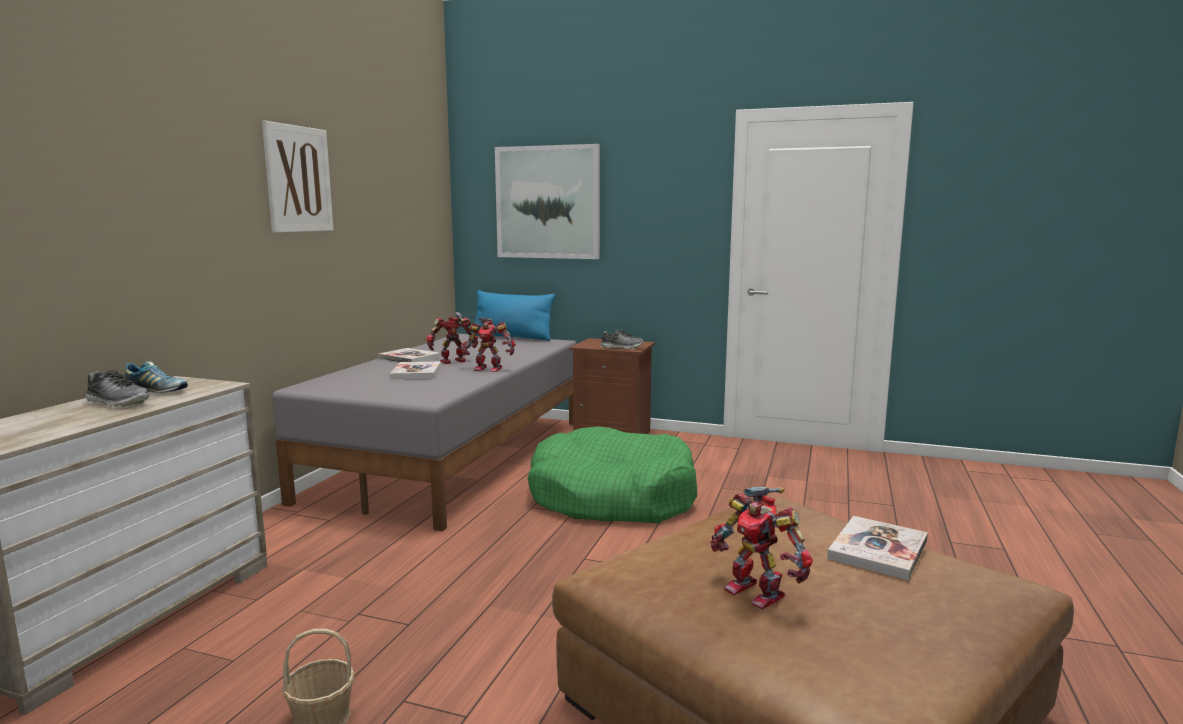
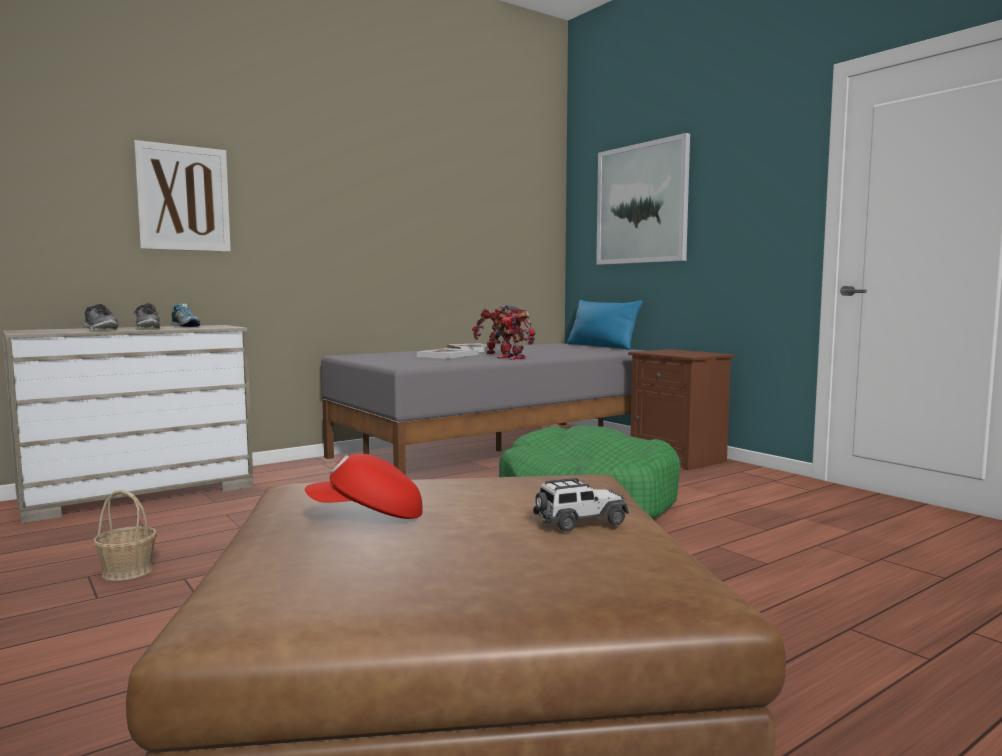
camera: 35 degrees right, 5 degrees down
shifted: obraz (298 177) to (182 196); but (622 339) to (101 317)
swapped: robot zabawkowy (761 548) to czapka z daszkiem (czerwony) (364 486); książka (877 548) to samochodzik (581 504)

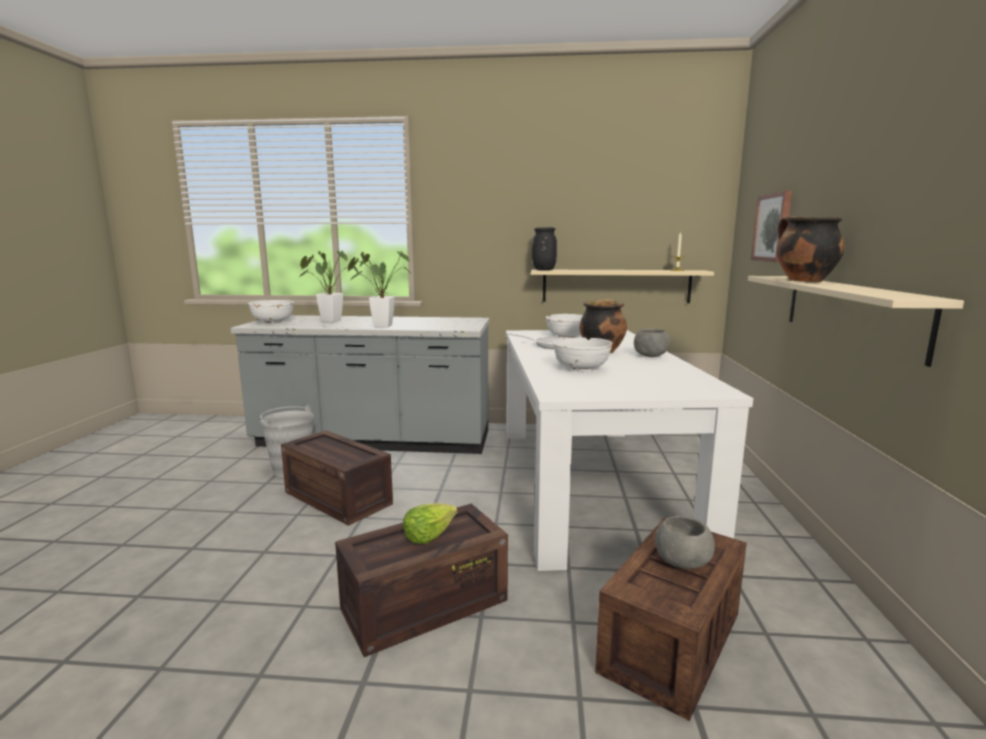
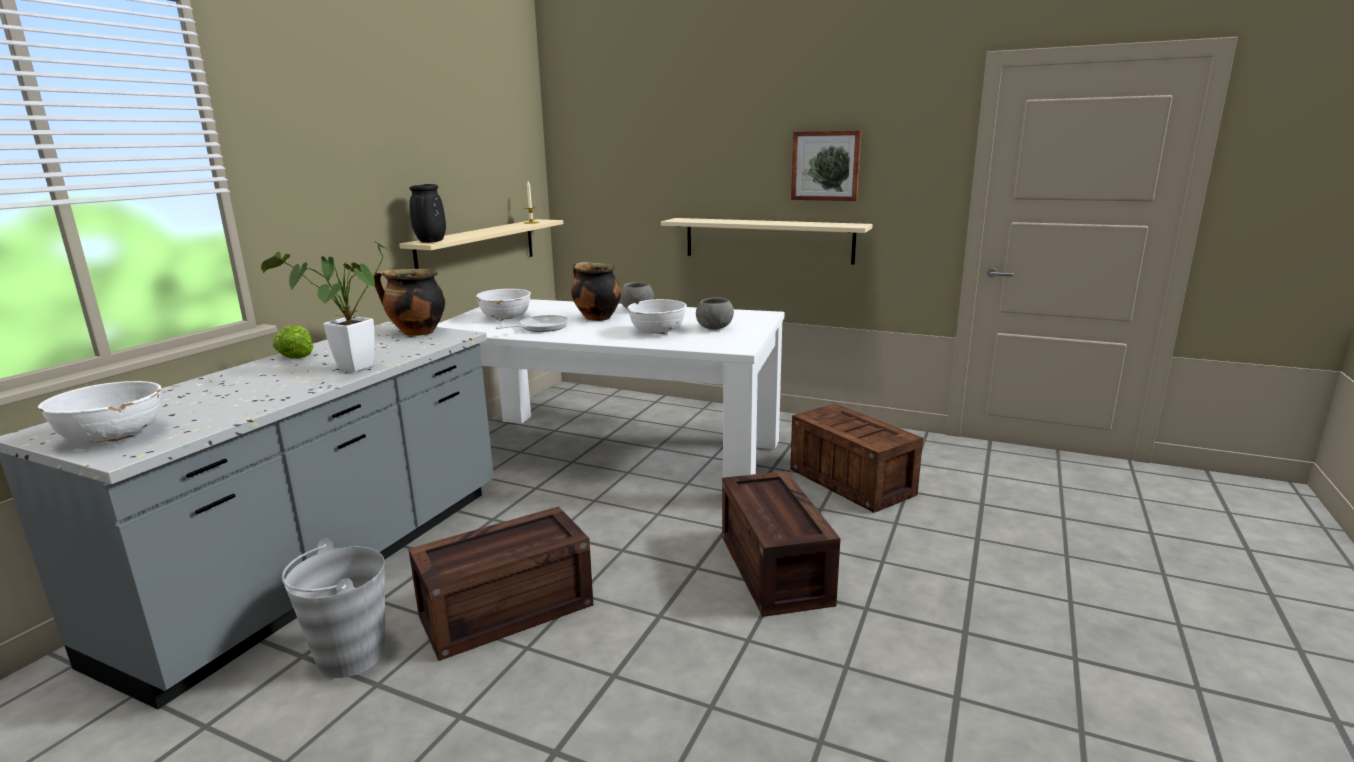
camera: 70 degrees left, 5 degrees up
gone: roślina doniczkowa (328 286)
shifted: sałata (430 523) to (293 342); miska (szary) (685 542) to (715 314); obraz (772 226) to (826 165); garnek (810 249) to (409 302)

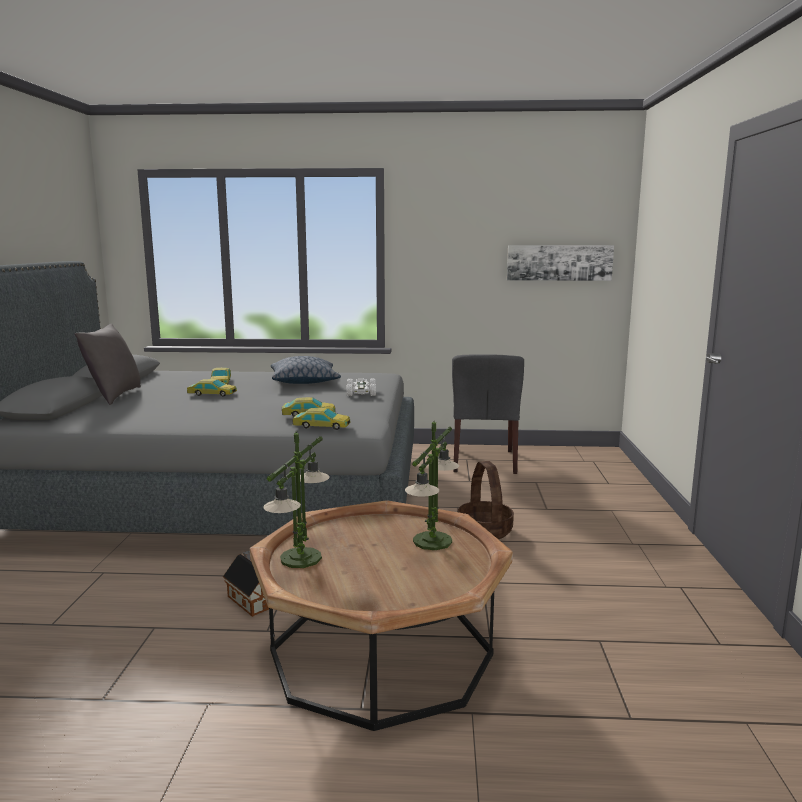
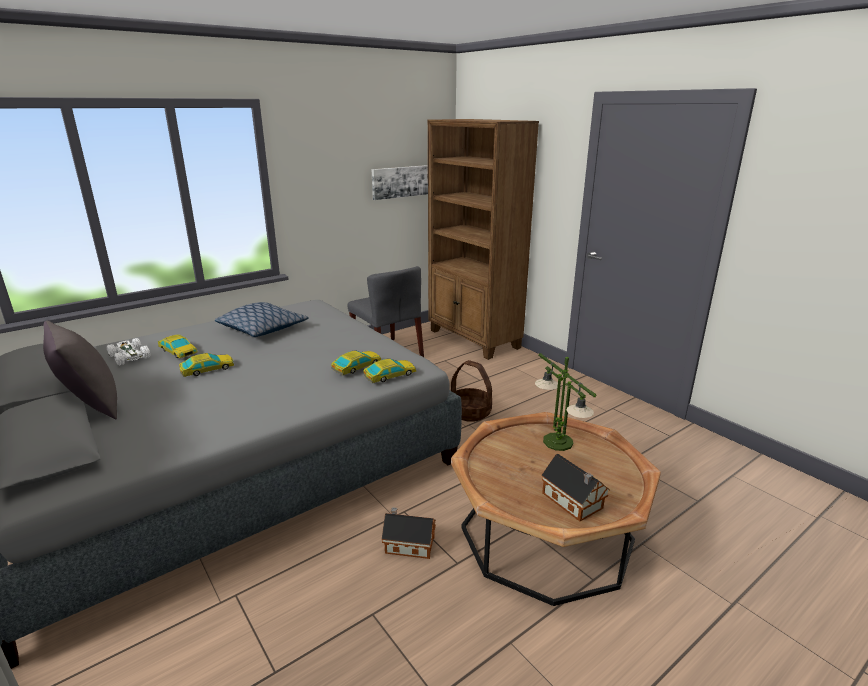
camera: 40 degrees left, 10 degrees up
gone: lampa stołowa (297 500)
new: regał (brązowy) (483 239); domek (575 487)
shifted: samochodzik (biały) (361 387) to (129 351)

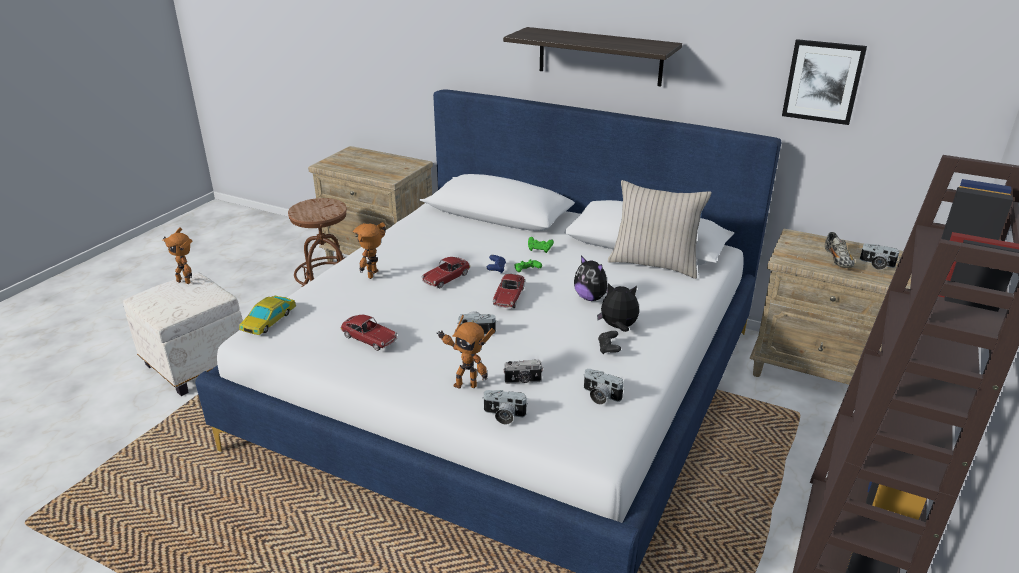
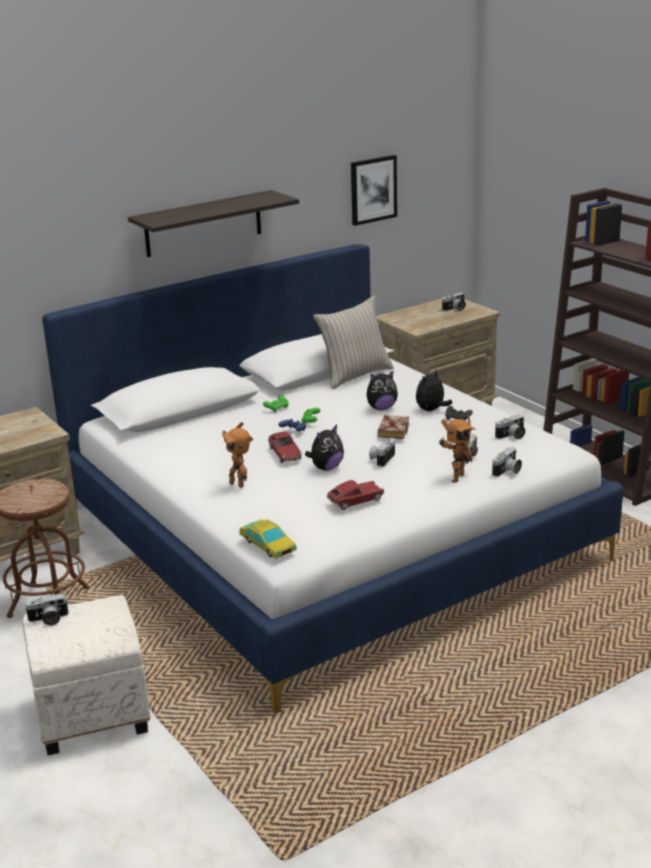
camera: 60 degrees left, 5 degrees down
gone: samochodzik (509 291); but (840 250)
new: pluszak (324 448); książka (393 427)
swapped: robot zabawkowy (178 255) to aparat fotograficzny (47 609)

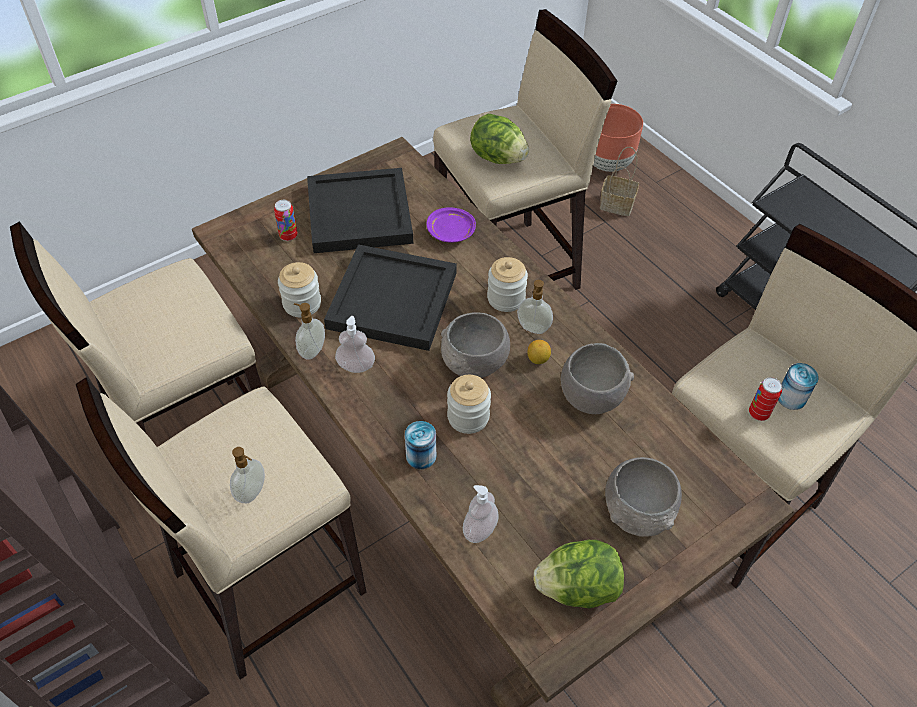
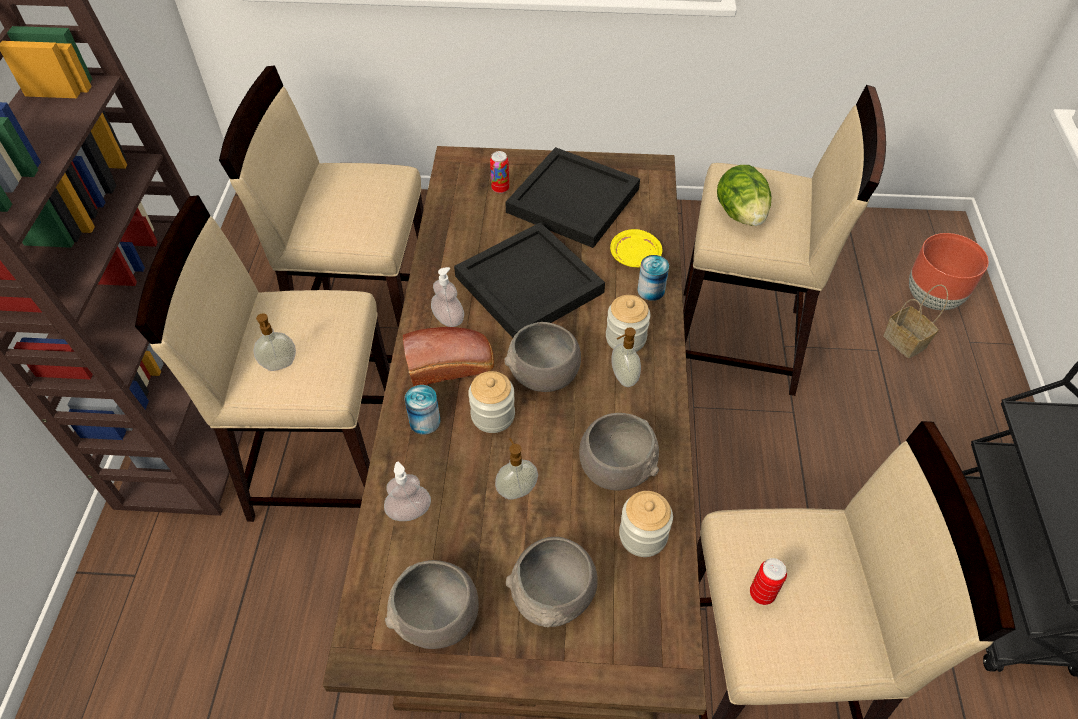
camera: 40 degrees right, 0 degrees up
gone: cytryna (539 352)
new: chleb (448 356)
shifted: słoik (299 289) to (646 524); dozownik mydła (309 331) to (516 469); puszka (798 386) to (653 278)
swapped: sałata (579 574) to miska (szary) (432 604)
repainted: talerz (fioletowy) (451 224) to talerz (żółty) (636 248)

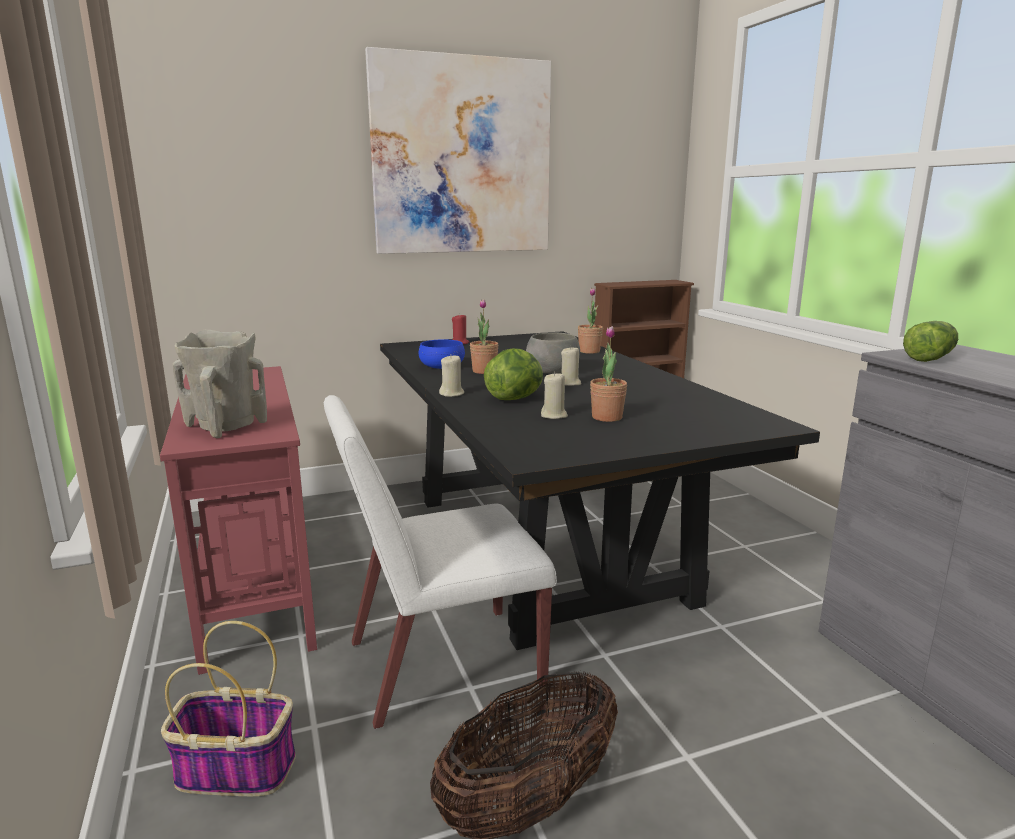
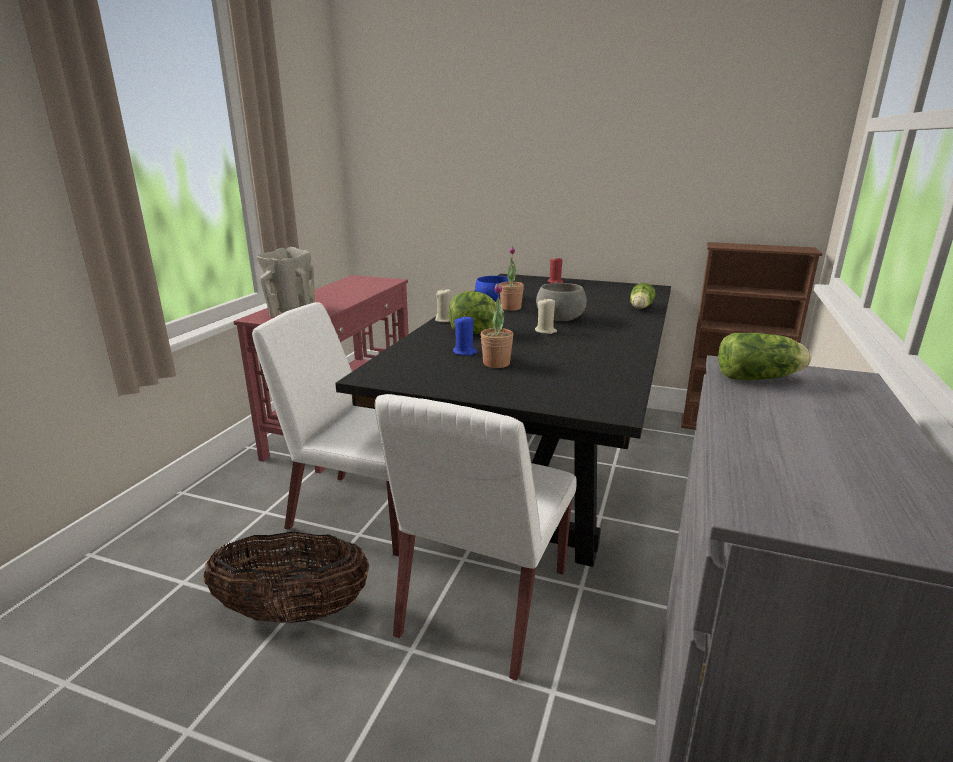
camera: 40 degrees right, 5 degrees up
gone: koszyk (228 708); obraz (458 150)
new: krzesło (biały) (475 537)
swapped: roślina doniczkowa (590 321) to sałata (642 296)
repainted: świeca (beżowy) (554 395) to świeca (niebieski) (465 335)

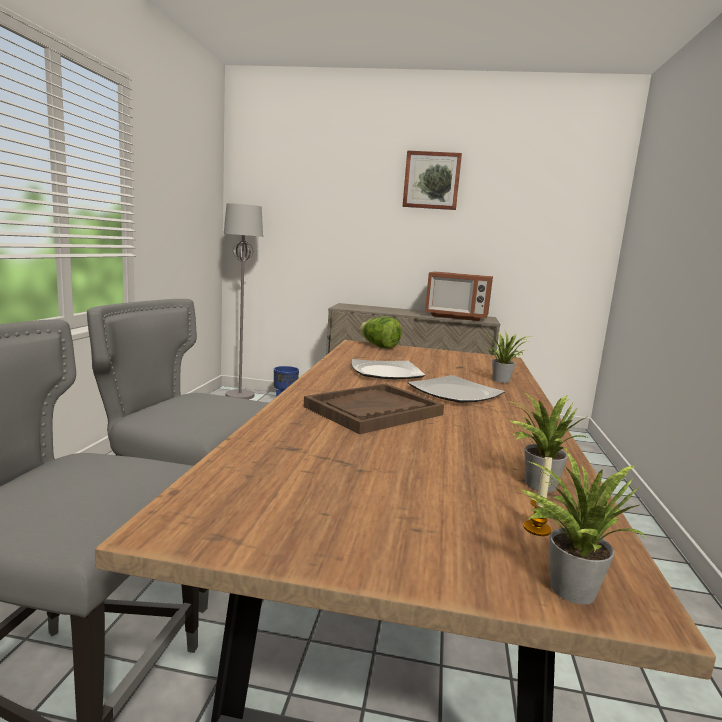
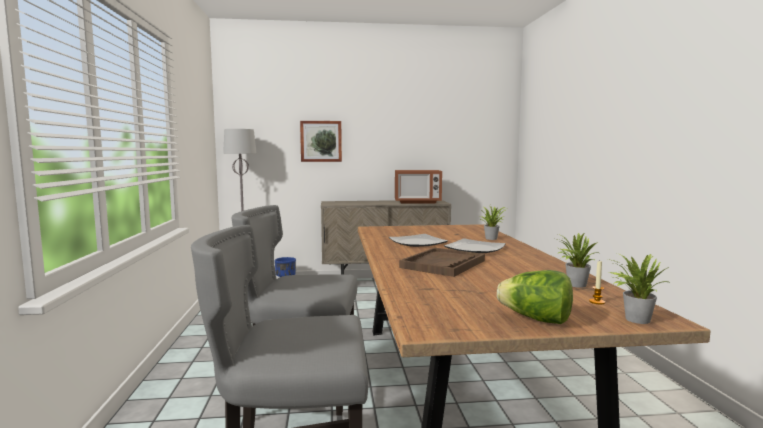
camera: 15 degrees left, 5 degrees down
shifted: sałata (380 333) to (535 297); obraz (432 180) to (321 141)

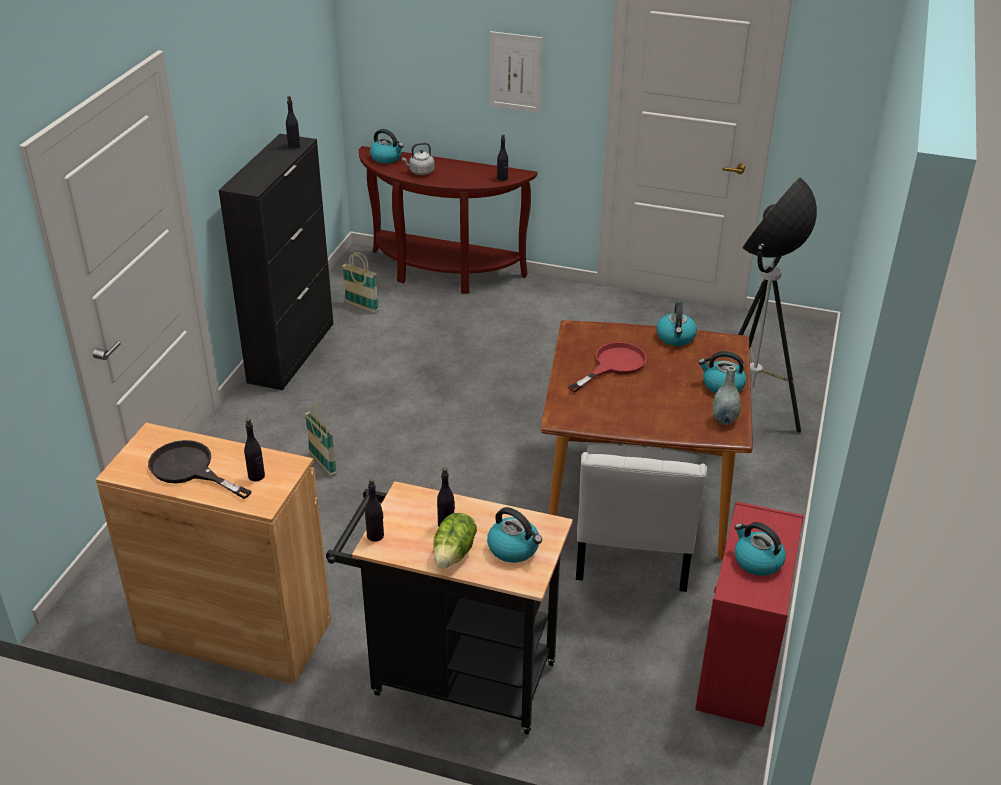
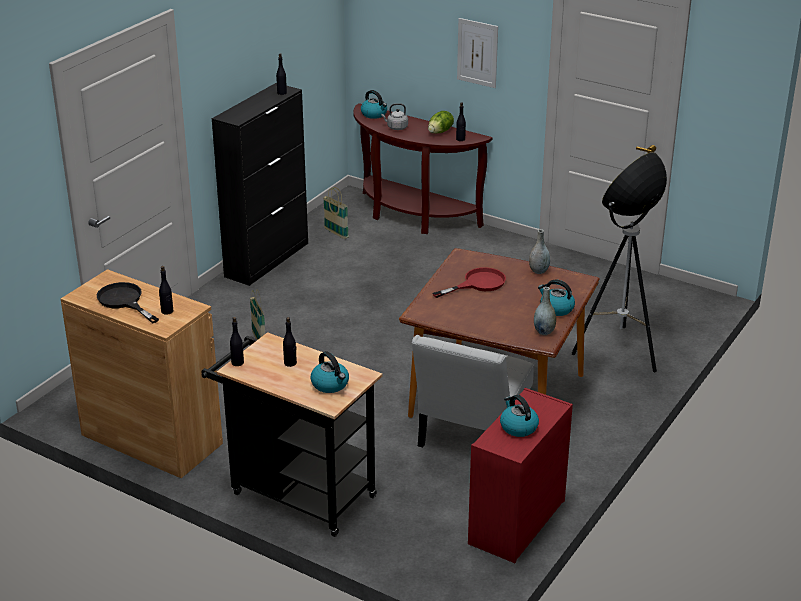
camera: 15 degrees right, 5 degrees down
shifted: sałata (455 540) to (441 122)
swapped: czajnik (676 324) to wazon (szary) (539 251)

